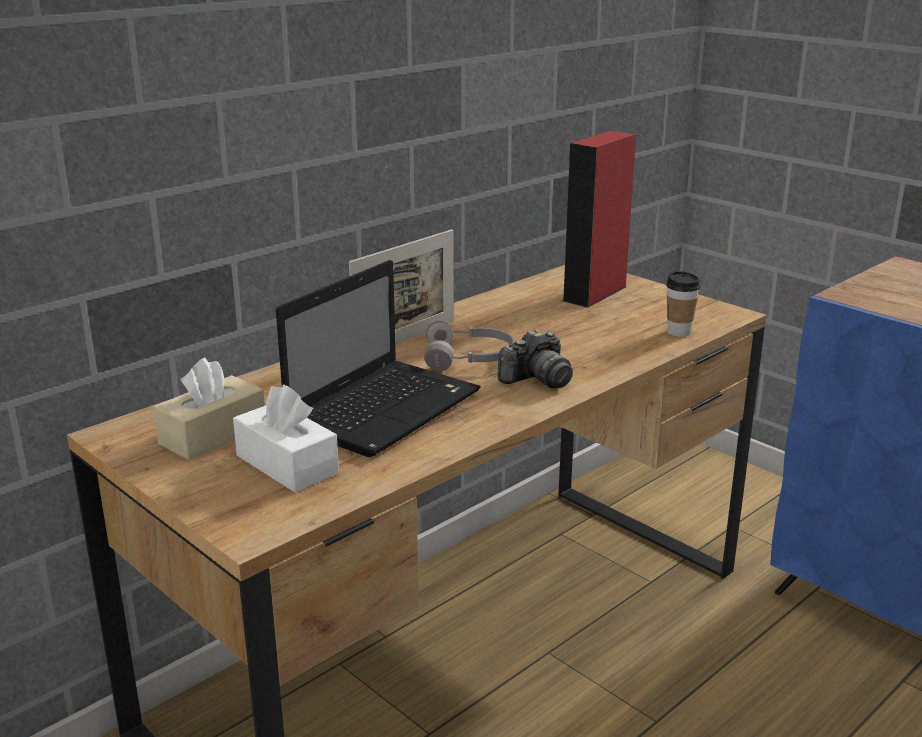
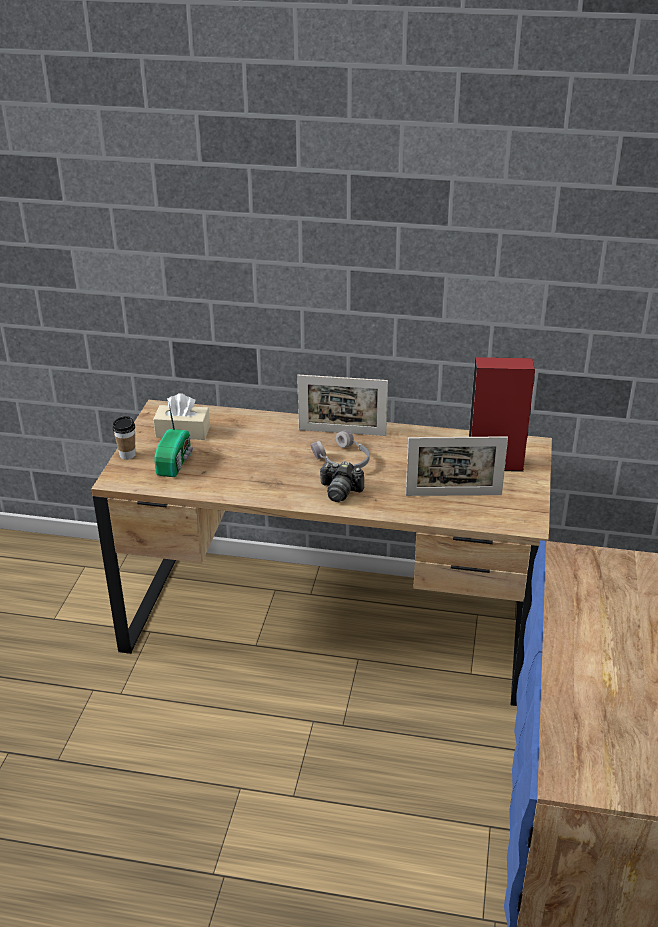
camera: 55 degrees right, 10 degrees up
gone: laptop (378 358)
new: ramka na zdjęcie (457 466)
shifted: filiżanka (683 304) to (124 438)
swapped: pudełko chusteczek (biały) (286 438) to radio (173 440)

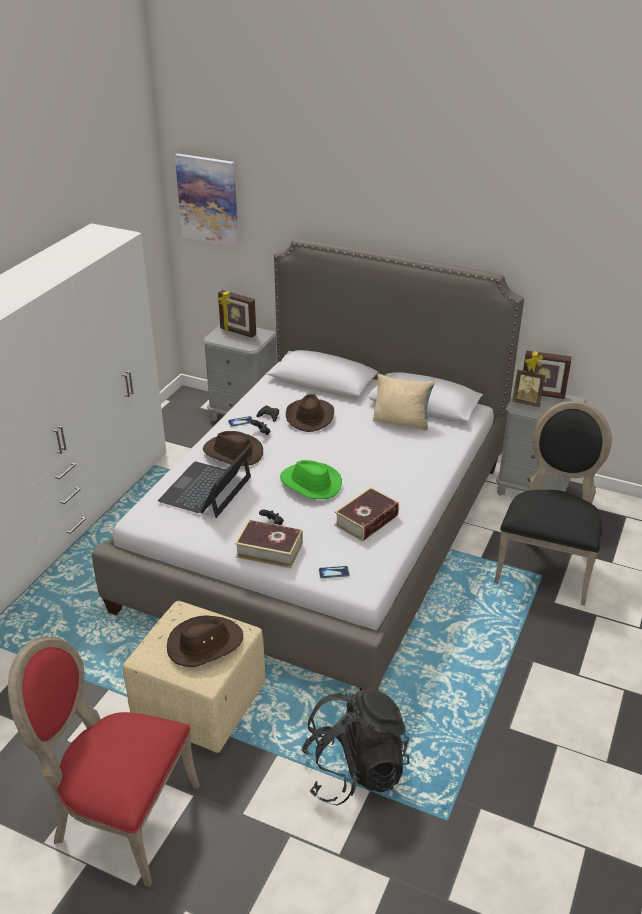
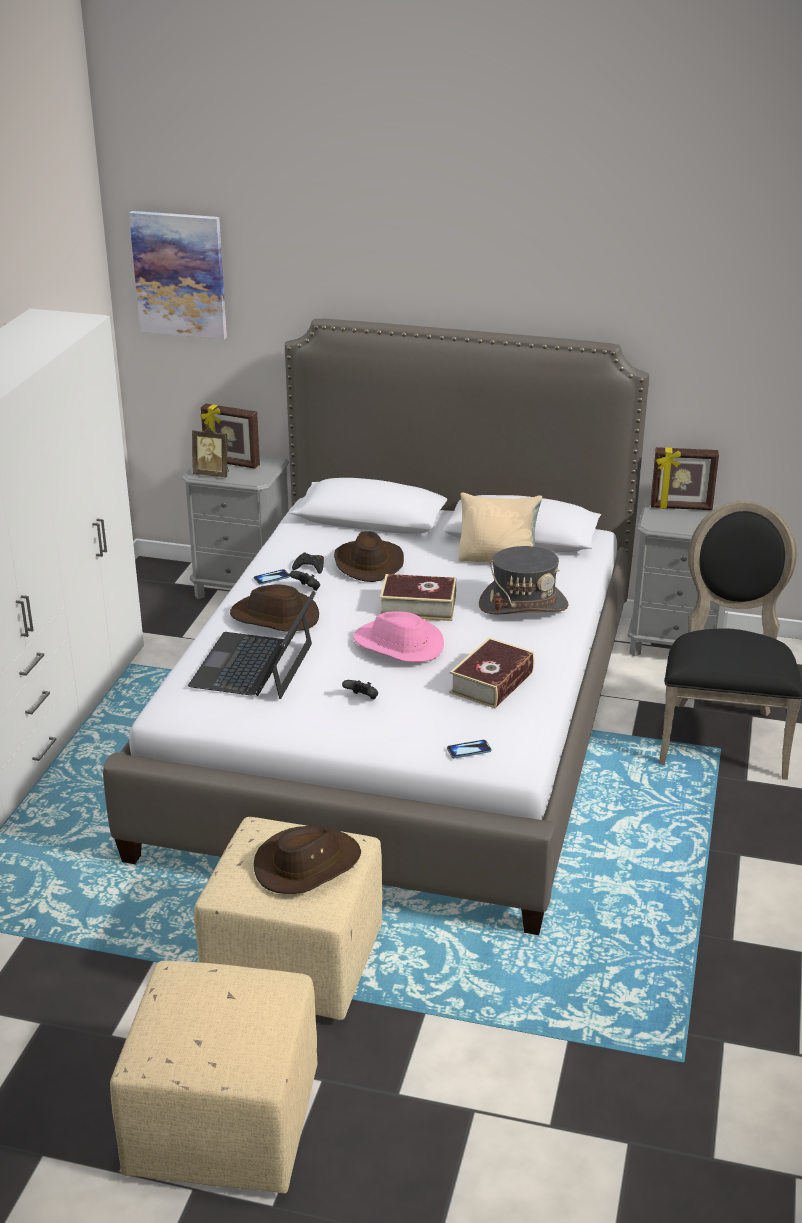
camera: 10 degrees left, 5 degrees down
gone: plecak (czarny) (355 746)
new: kapelusz (szary) (524 580)
shifted: książka (269 544) to (418 597); ramka na zdjęcie (528 388) to (210 452)
swapped: krzesło (czerwony) (104 761) to pufa (beżowy) (214 1077)
repainted: kapelusz (zielony) (311 479) to kapelusz (różowy) (398 636)

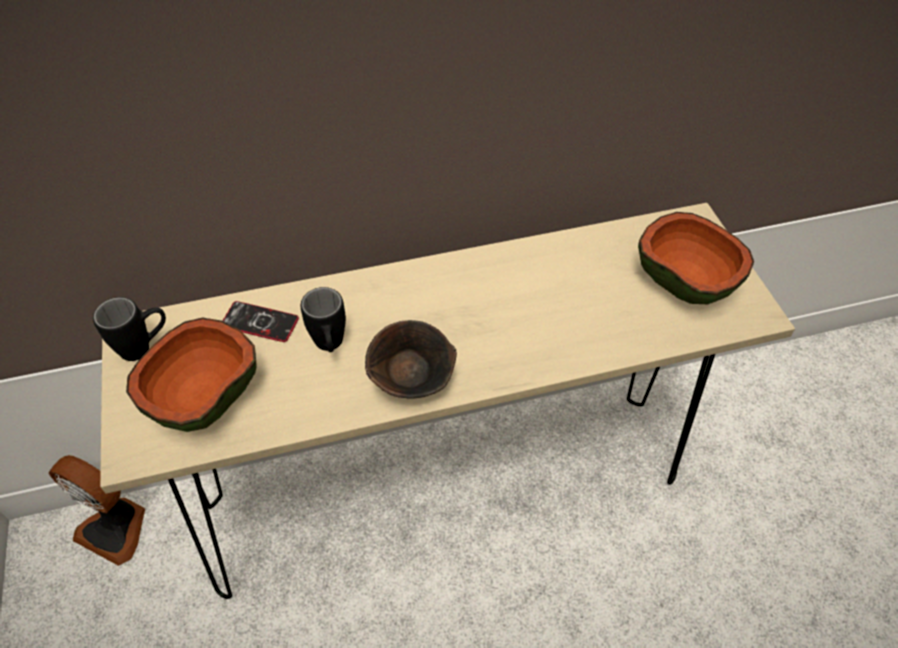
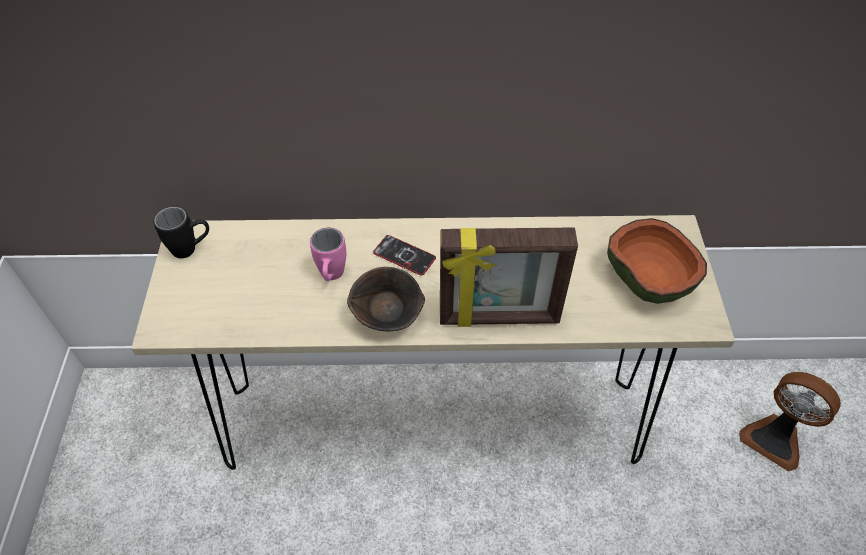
camera: 15 degrees right, 0 degrees up
gone: miska (191 375)
new: ramka na zdjęcie (509 277)
shifted: wentylator (97 510) to (790 421); telefon (261 321) to (404 255)
repainted: kubek (czarny) (323 319) to kubek (różowy) (328 254)

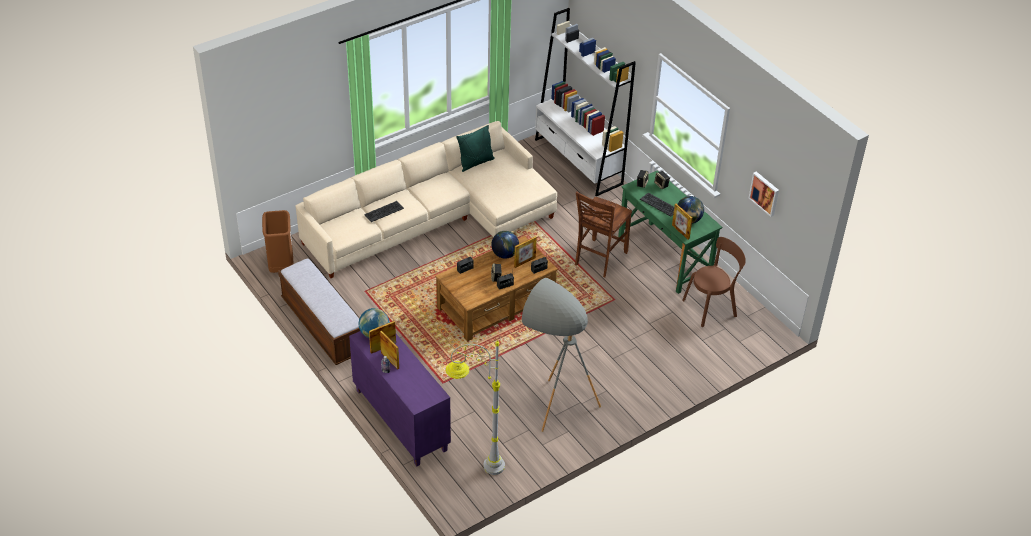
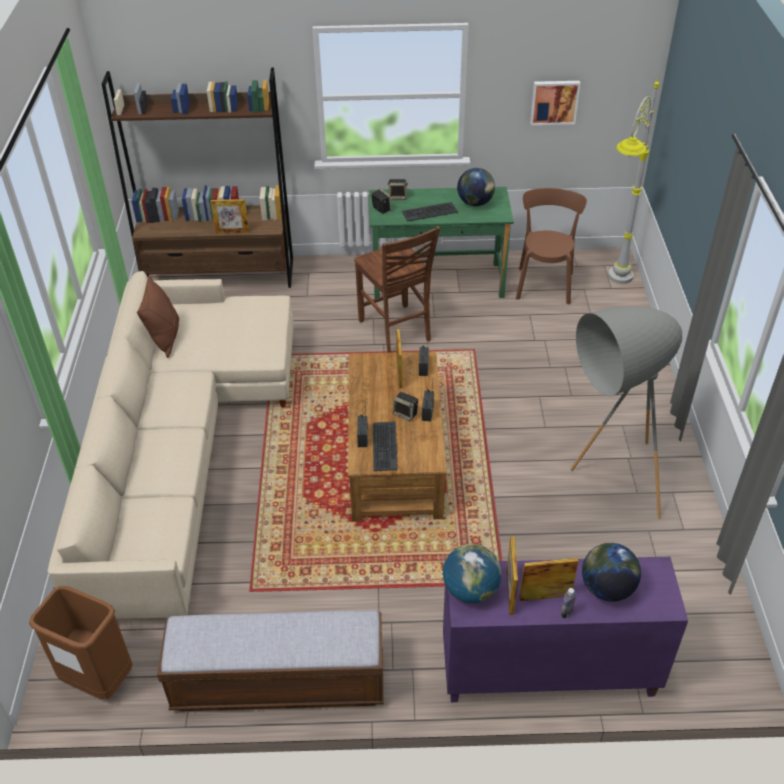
camera: 55 degrees left, 0 degrees up
shifted: klawiatura (384 211) to (385 446); lampa stojąca (szary) (475 407) to (633 180); globus (505 245) to (611 572); ramka na zdjęcie (682 222) to (229 216)
repainted: poduszka (zielony) (475 148) to poduszka (brązowy) (158 316); regał (biały) (585 102) to regał (brązowy) (197 177)

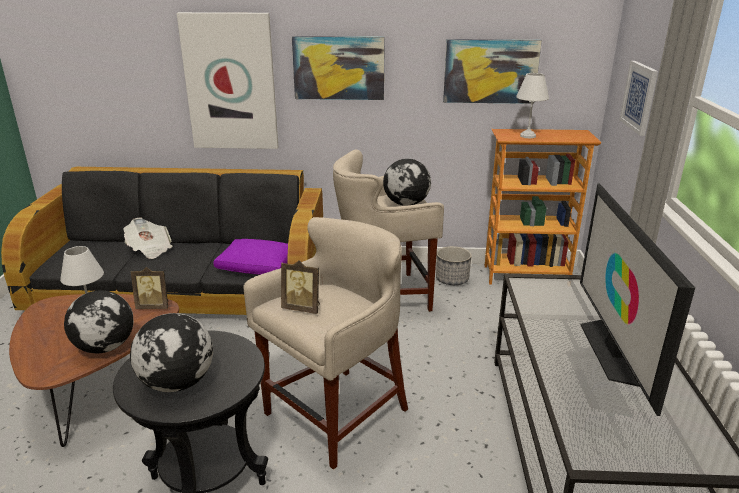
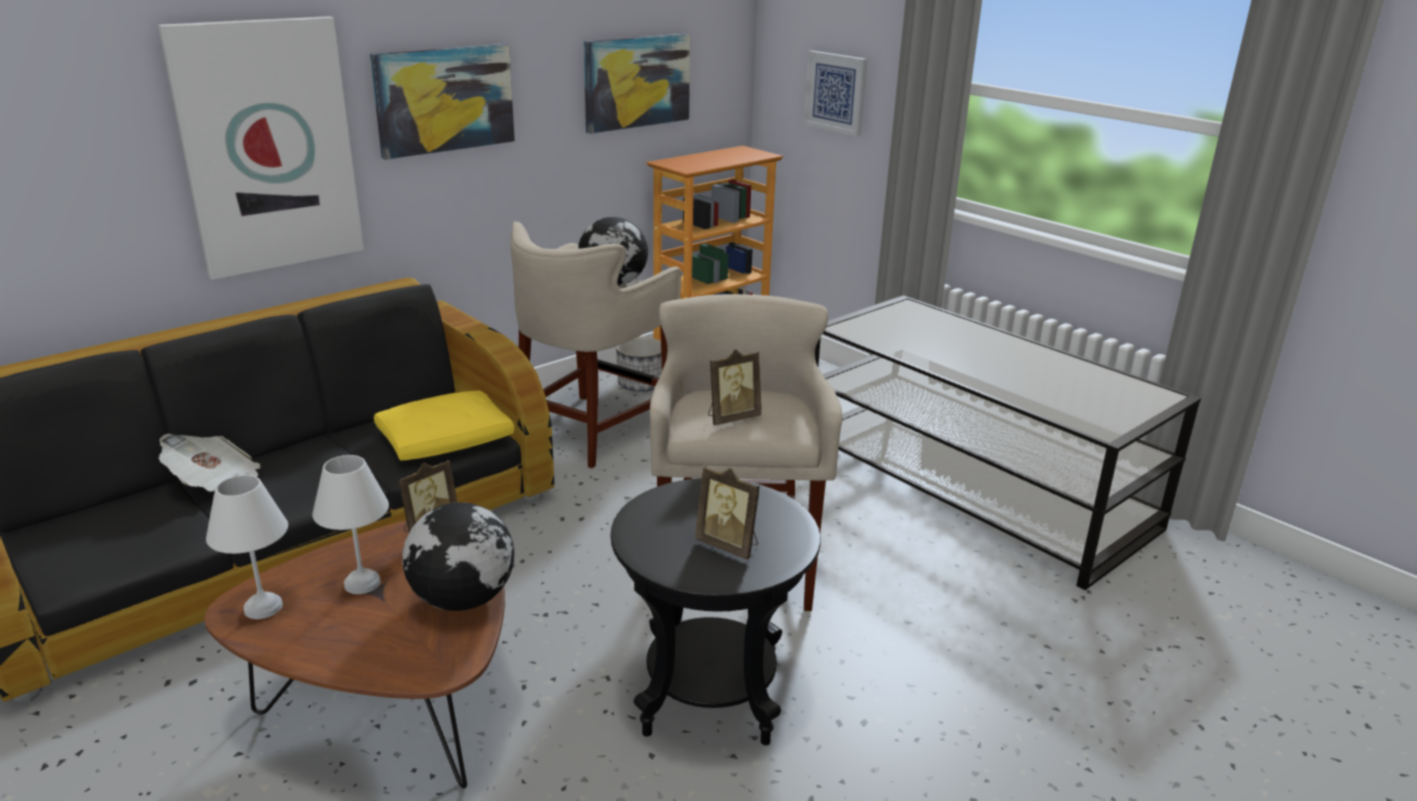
camera: 45 degrees left, 0 degrees up
gone: telewizor (637 300)
shifted: lampa stołowa (biały) (532 105) to (247 547)
swapped: globus (171 352) to ramka na zdjęcie (727 513)
repainted: poduszka (fioletowy) (250 257) to poduszka (żółty) (444 426)

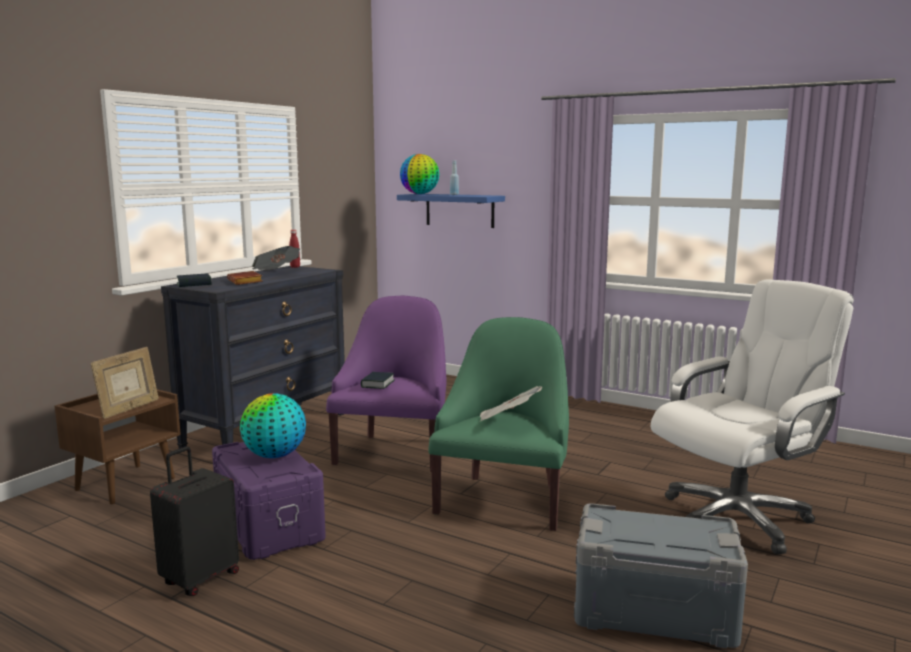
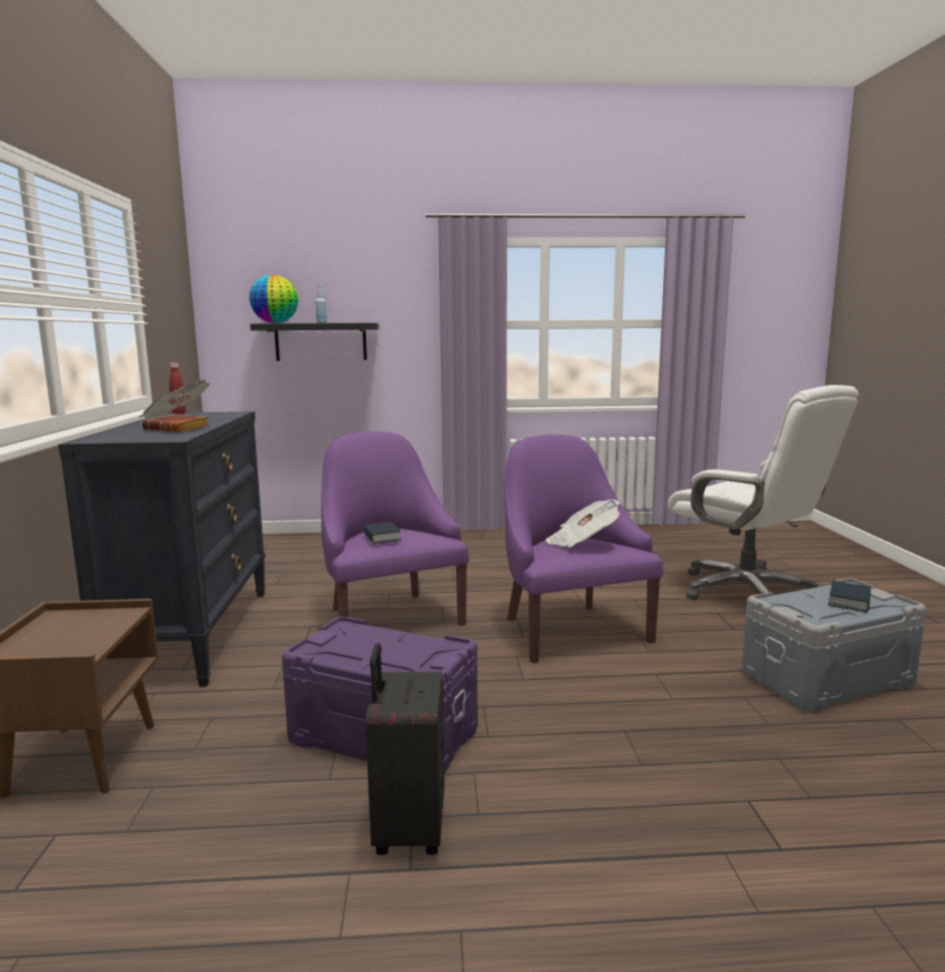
camera: 35 degrees left, 0 degrees up
gone: ramka na zdjęcie (125 383); globus (273 425)
shifted: książka (194 280) to (849 597)
repainted: półka (niebieski) (451 211) to półka (czarny) (314 342); fotel (zielony) (498 424) to fotel (fioletowy) (584 549)
rotated: krzesło biurowe (biały) (752 416) = (763 492) 120 degrees clockwise

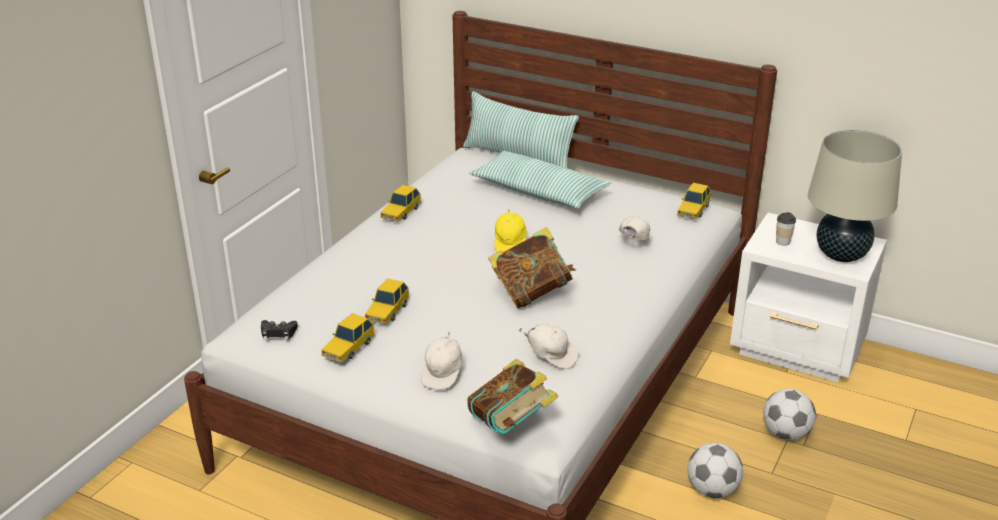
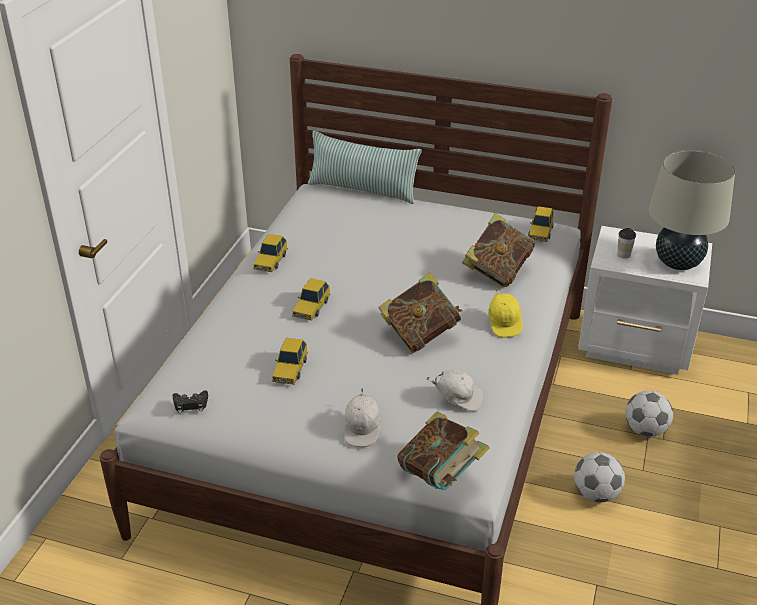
camera: 10 degrees left, 5 degrees up
gone: poduszka (540 180)
shifted: samochodzik (348 338) to (311 299); czapka z daszkiem (żółty) (510 231) to (505 313)
swapped: czapka z daszkiem (biały) (636 228) to książka (498 250)

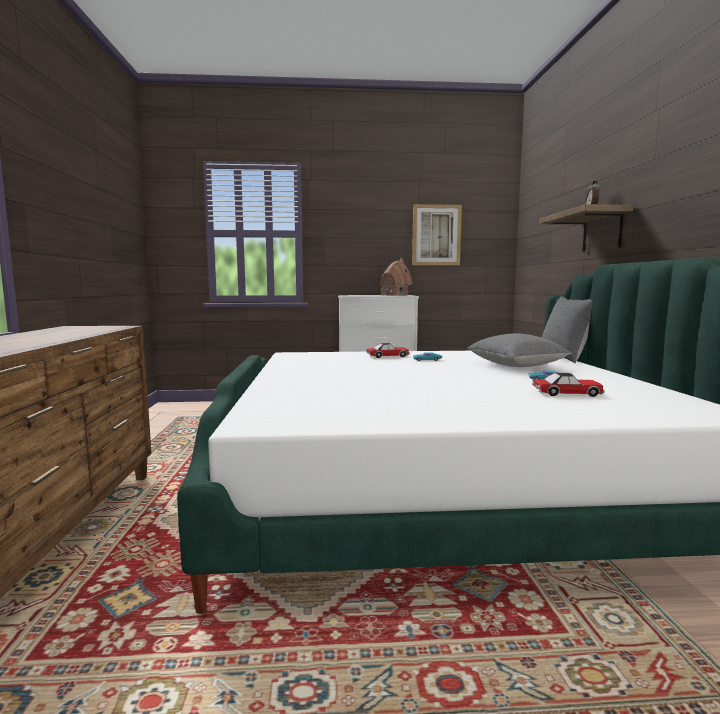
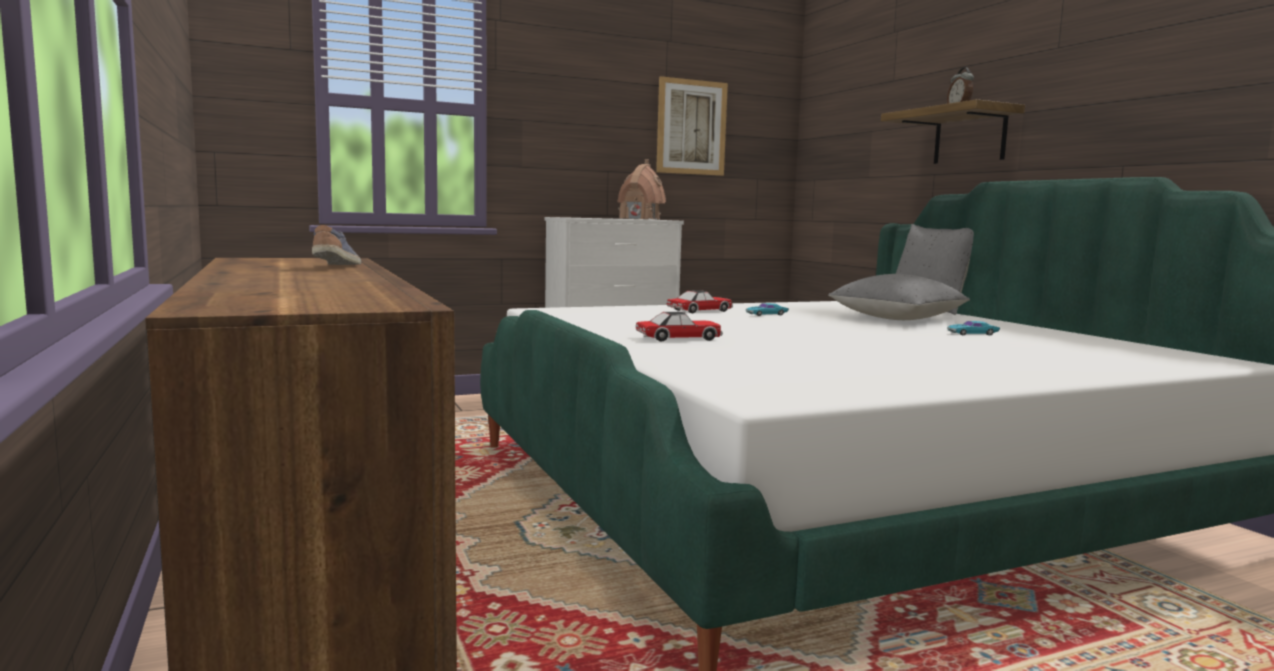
camera: 20 degrees left, 0 degrees up
new: but (336 245)
shifted: samochodzik (568 385) to (679 327)

